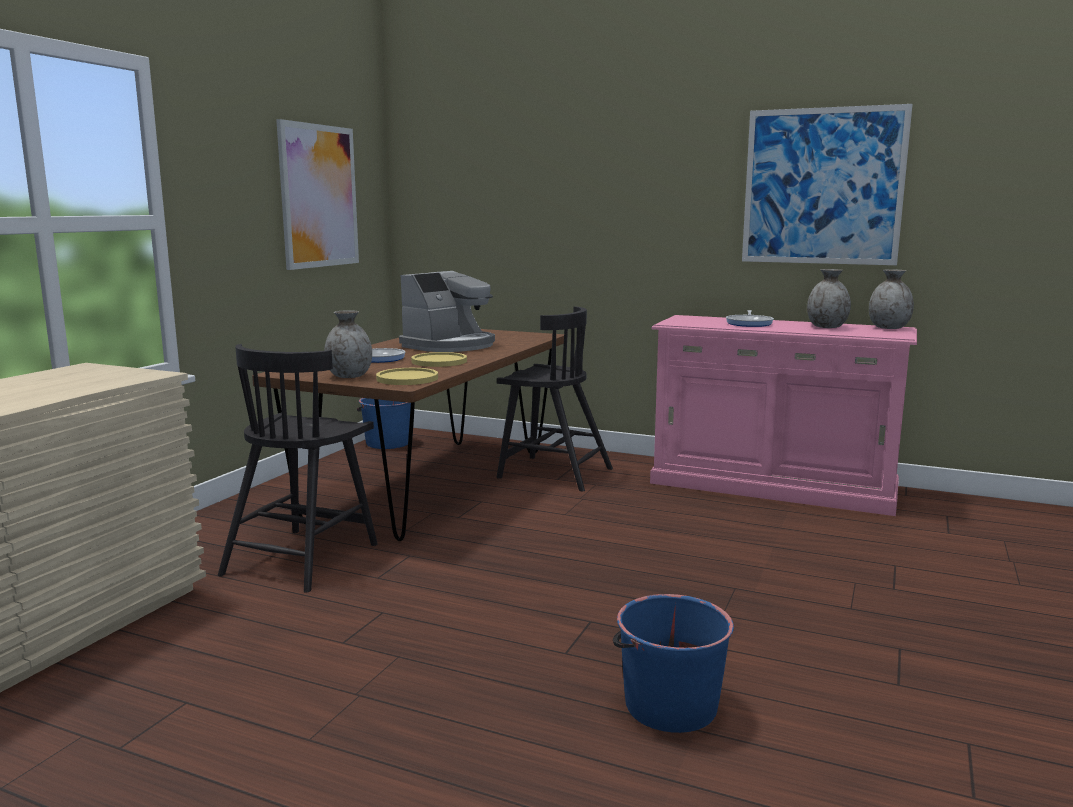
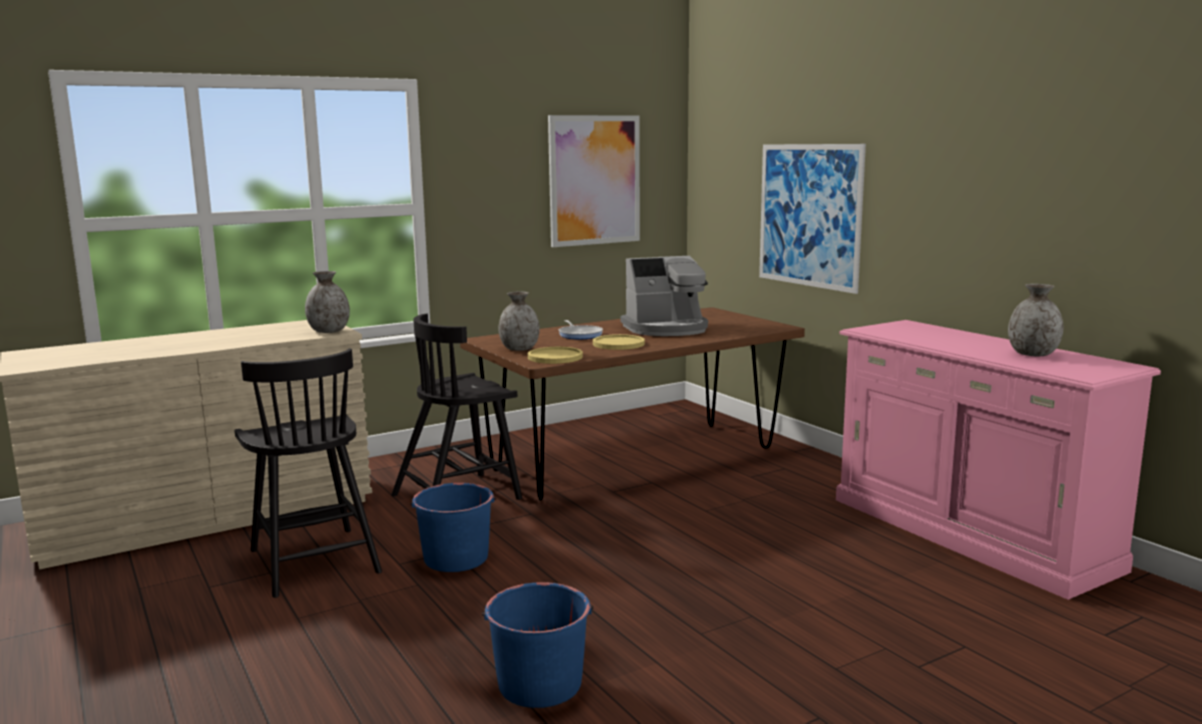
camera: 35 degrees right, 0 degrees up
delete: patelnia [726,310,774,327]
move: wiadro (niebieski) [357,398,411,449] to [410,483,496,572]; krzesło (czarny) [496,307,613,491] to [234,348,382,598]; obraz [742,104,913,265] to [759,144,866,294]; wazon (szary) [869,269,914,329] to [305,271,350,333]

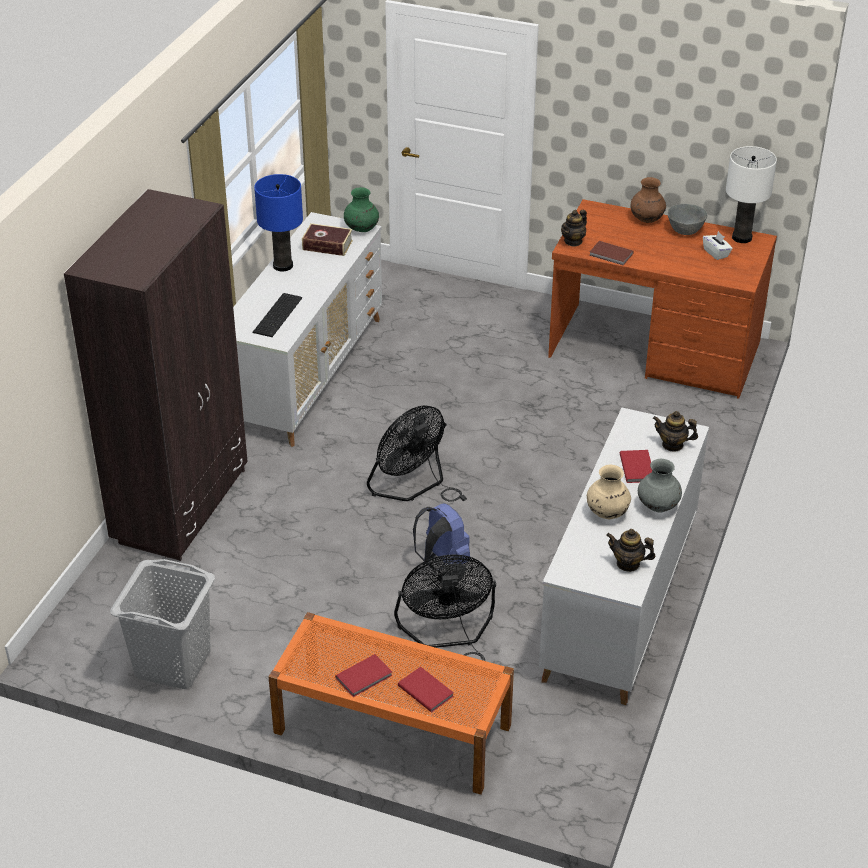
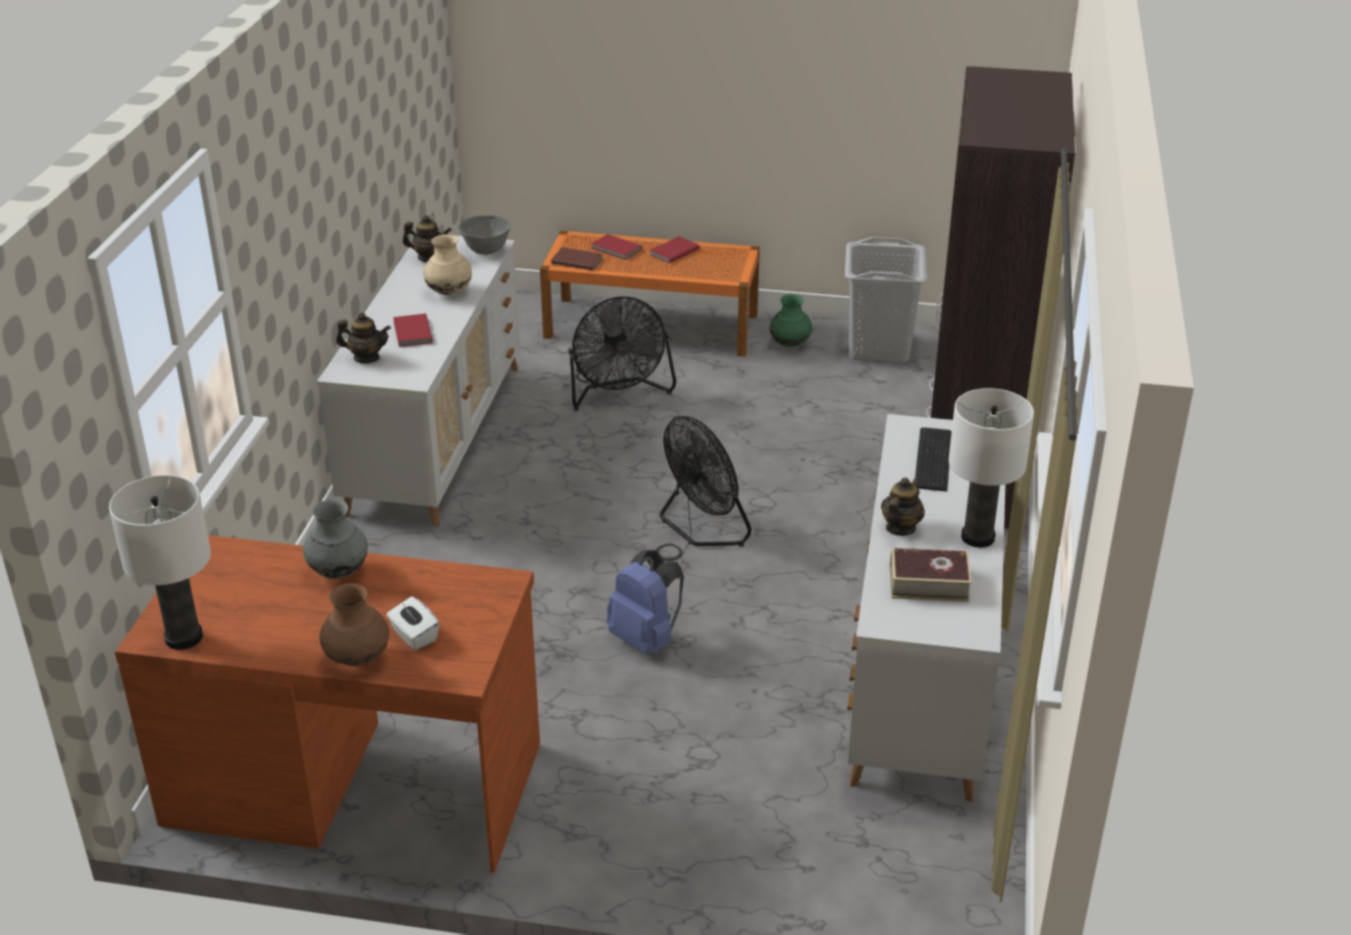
camera: 170 degrees right, 5 degrees down
move: wazon (zielony) [344,187,379,232] to [770,294,812,347]; plecak (niebieski) [413,503,470,571] to [607,550,684,655]; imbryk [561,210,587,247] to [881,476,925,536]; książka (brązowy) [589,241,634,266] to [551,247,603,270]; wazon (szary) [638,459,682,512] to [303,499,368,579]; miska (szary) [668,204,707,235] to [459,215,510,255]; pudełko chusteczek (biały) [703,231,733,260] to [387,597,439,650]
recolor: lampa stołowa (niebieski) [254,174,303,272] to lampa stołowa (biały) [949,388,1034,548]
rotate: wentylator (czarny) [367,406,467,502] = [656,416,751,563] 75 degrees counterclockwise

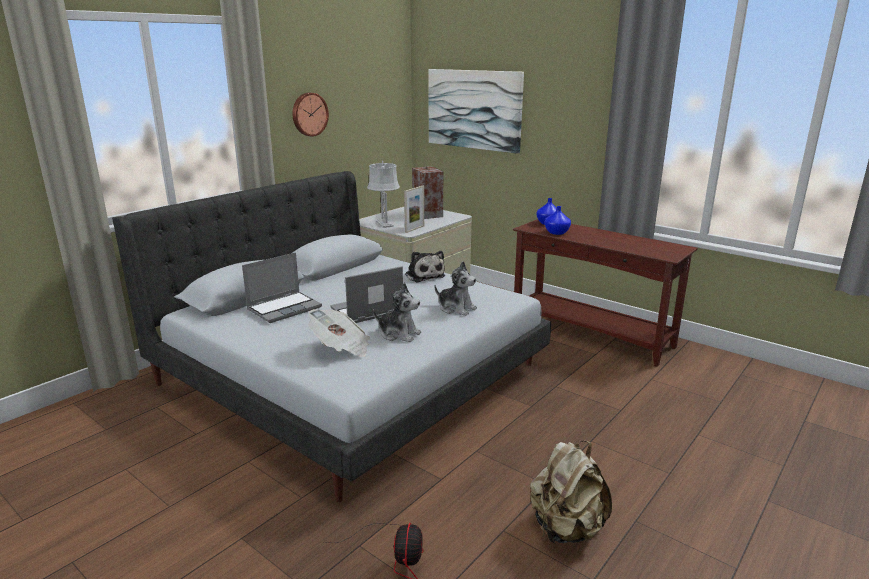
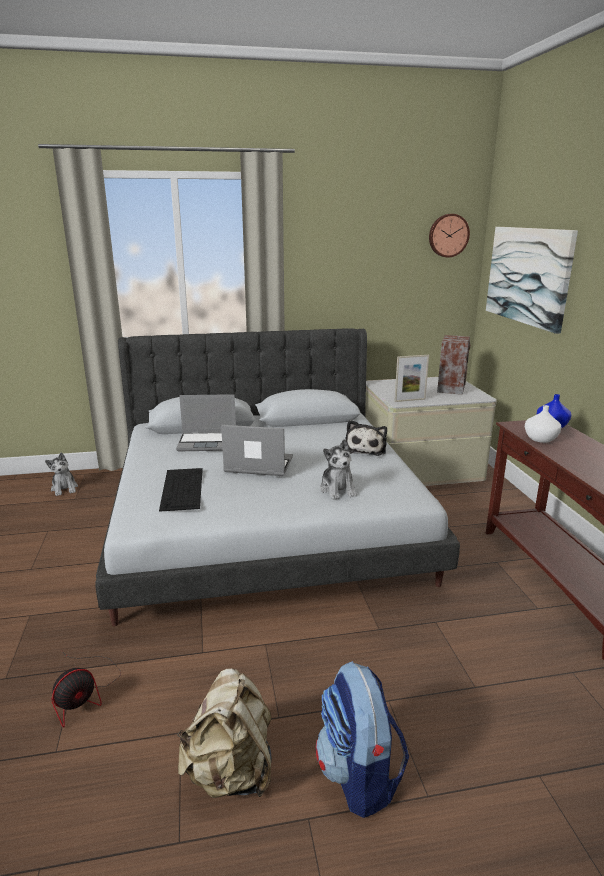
camera: 40 degrees right, 0 degrees up
delete: lampa stołowa (szary) [367,160,400,228]
insert: plecak [316,661,409,818]
move: zegar ścienny [293,93,329,137] to [429,214,470,257]; pluszak [373,283,421,342] to [45,452,78,496]
replace: gazeta [308,309,370,357] to klawiatura [159,468,203,512]
recolor: wazon (niebieski) [545,206,571,235] to wazon (biały) [525,405,561,443]

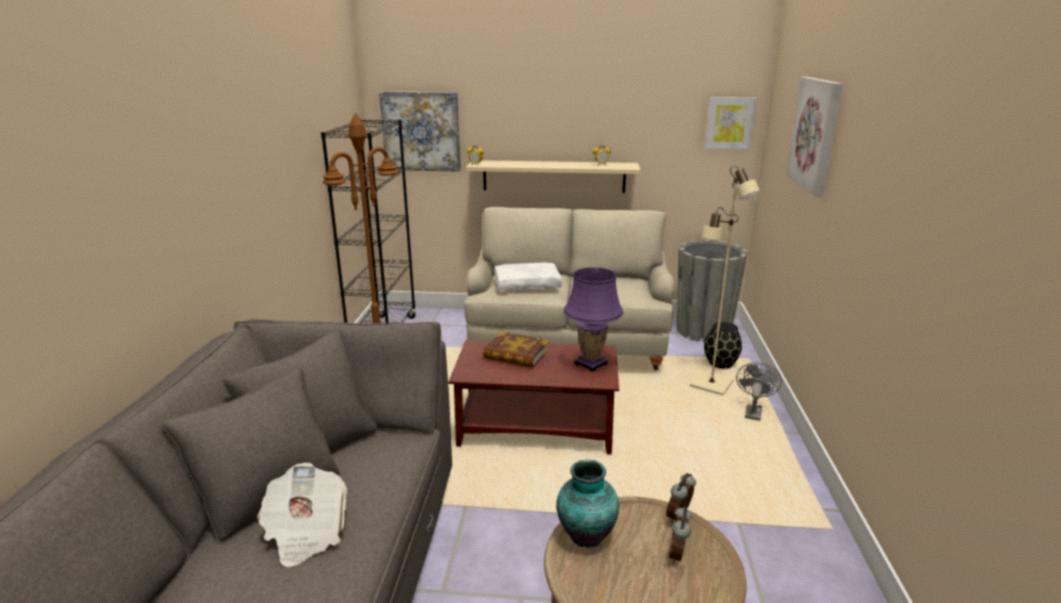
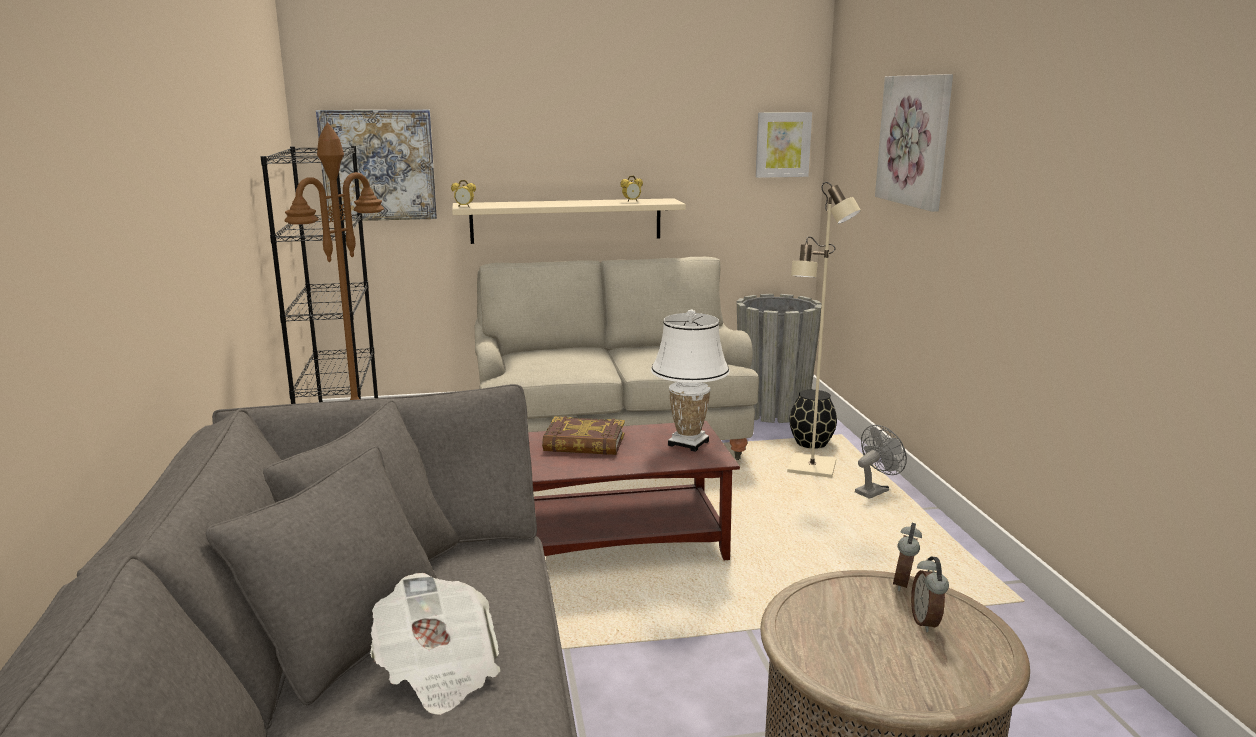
camera: 15 degrees left, 5 degrees down
delete: poduszka (biały) [494,262,562,291]; wazon [556,460,619,548]
recolor: lampa stołowa (fioletowy) [564,267,623,372] to lampa stołowa (biały) [651,310,730,452]
rotate: wentylator (szary) [736,362,782,421] = [855,425,907,499] 45 degrees clockwise

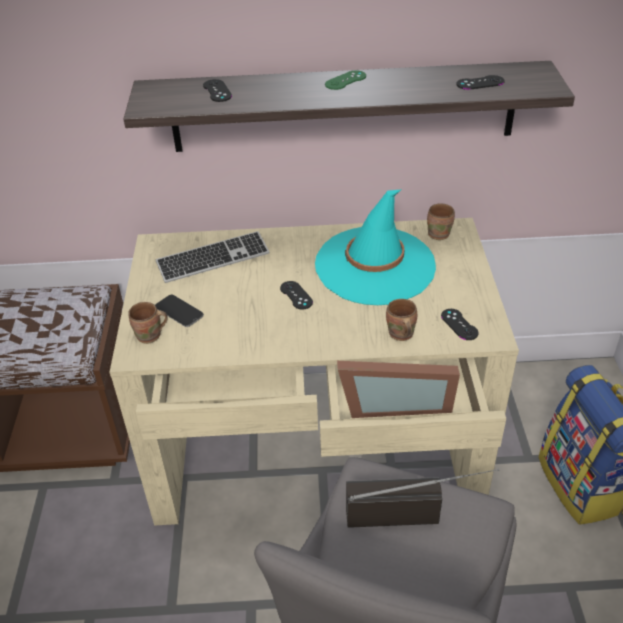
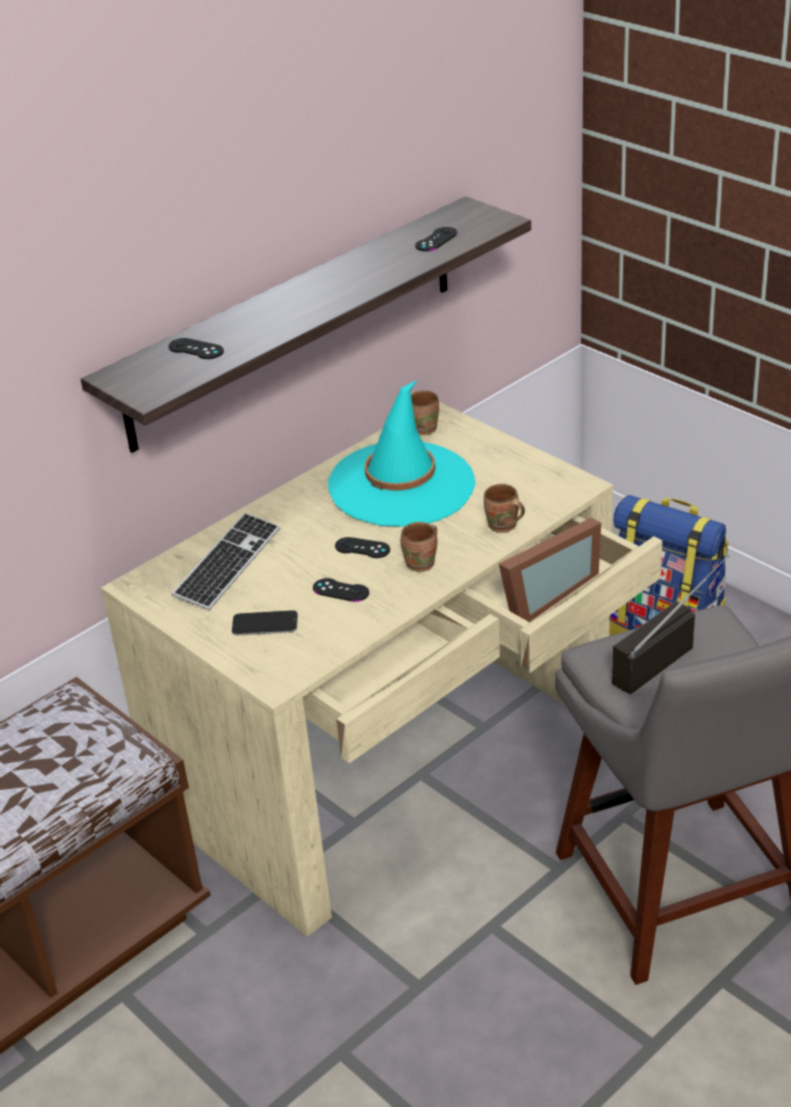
camera: 40 degrees left, 5 degrees down
delete: pad do gier (zielony) [325,70,366,90]
move: kubek (brązowy) [128,302,168,344] to [400,522,437,572]; pad do gier (czarny) [441,309,479,340] to [313,578,369,602]

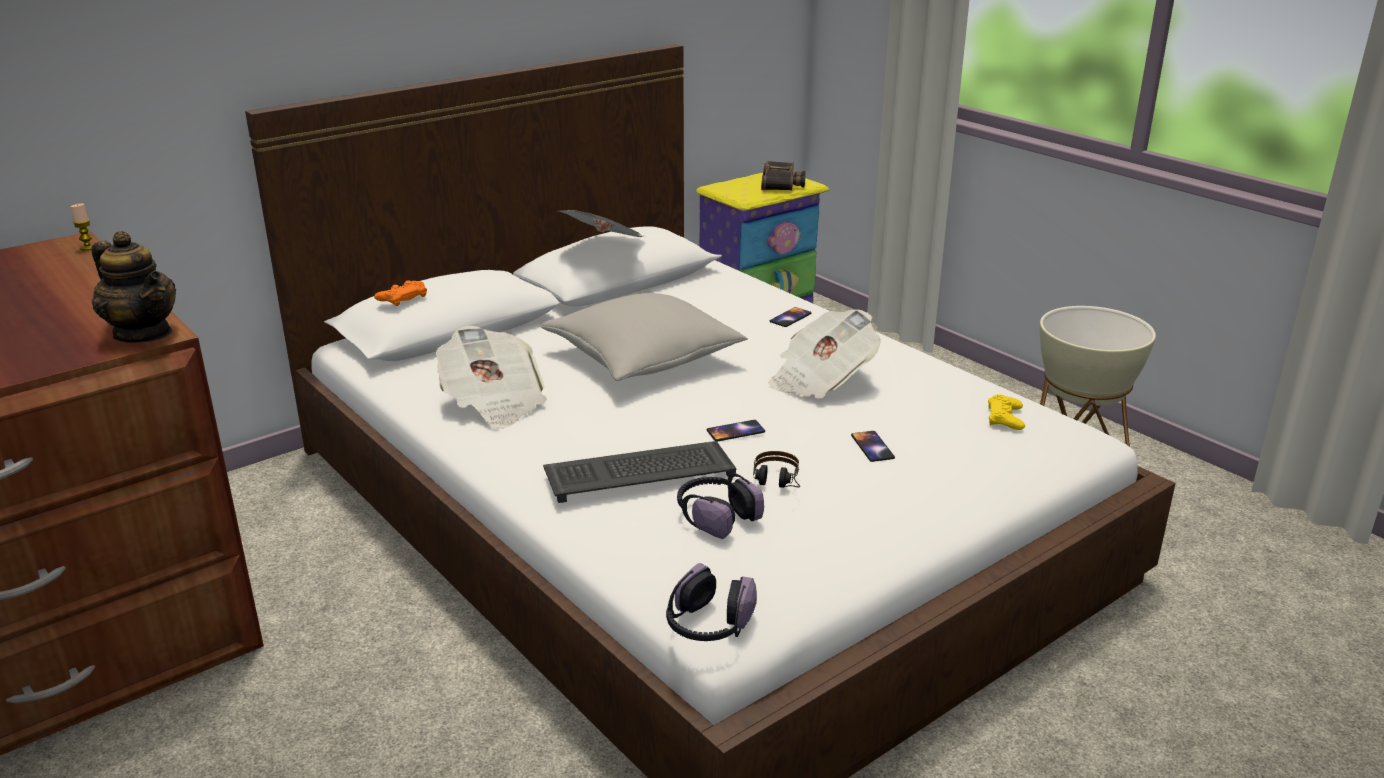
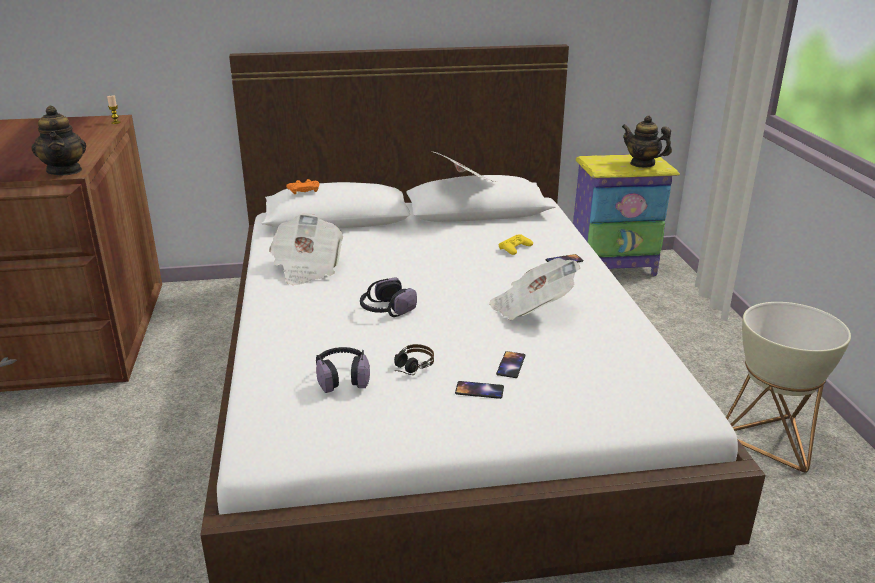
camera: 30 degrees right, 0 degrees up
delete: poduszka (szary) [540,293,748,381]; klawiatura [543,441,736,503]
move: słuchawki [666,563,757,641] to [360,277,417,317]; telefon [707,420,765,442] to [455,381,504,399]; pad do gier (żółty) [988,394,1025,430] to [499,234,533,255]
replace: lornetka [761,161,806,190] to imbryk [622,115,672,168]

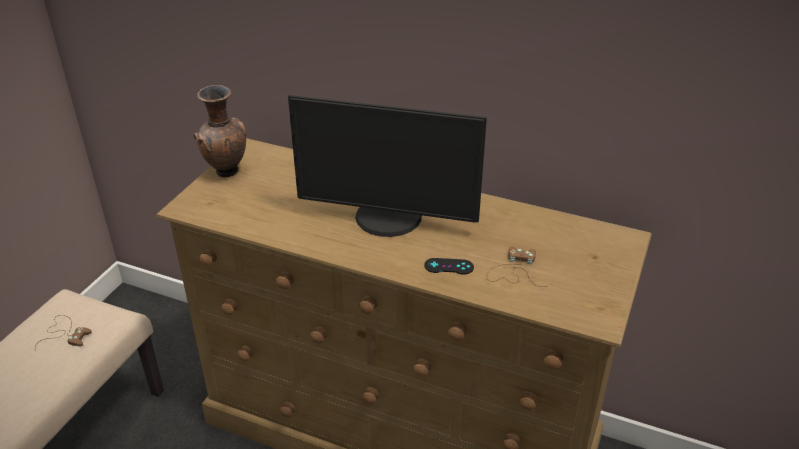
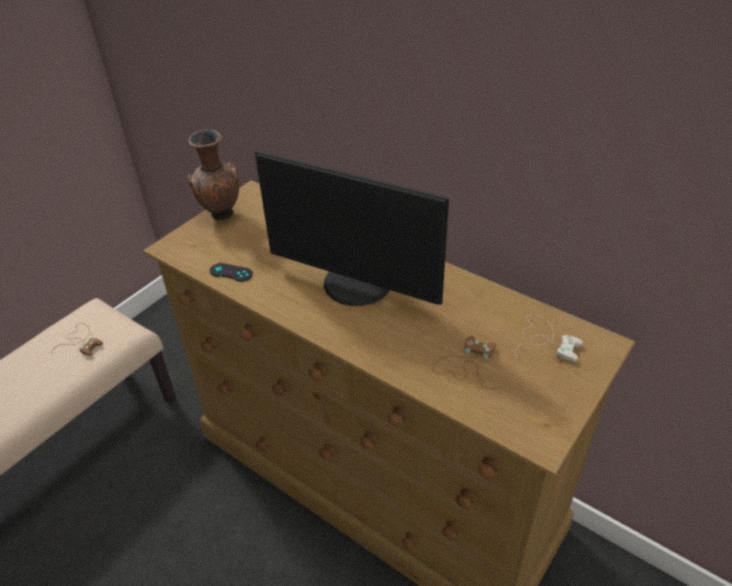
camera: 15 degrees right, 5 degrees up
insert: pad do gier (biały) [515,314,583,362]
move: pad do gier (czarny) [424,258,474,275] to [210,263,253,282]

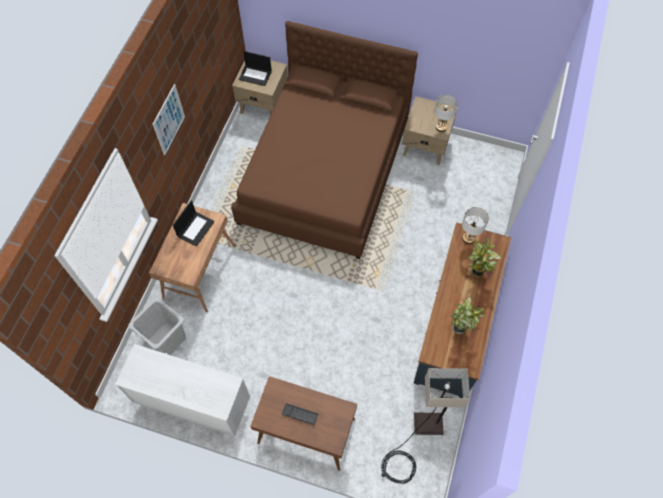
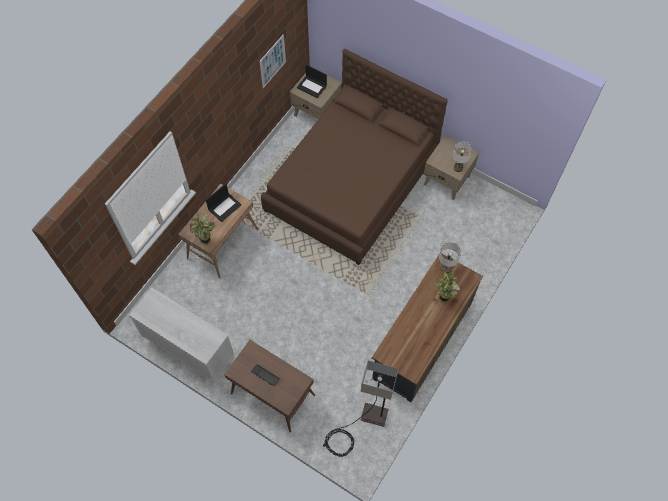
camera: 15 degrees right, 0 degrees up
delete: kosz na pranie (szary) [128,297,186,355]
move: obraz [153,84,185,155] to [259,34,286,88]; roślina doniczkowa [450,296,485,334] to [190,214,215,245]

